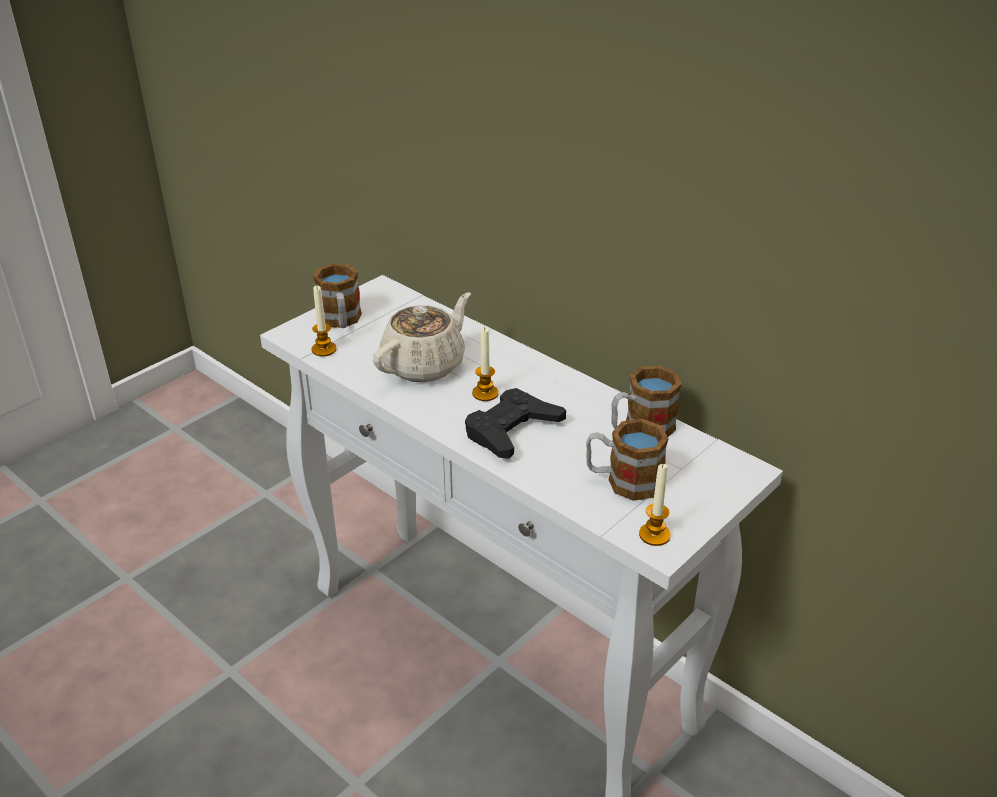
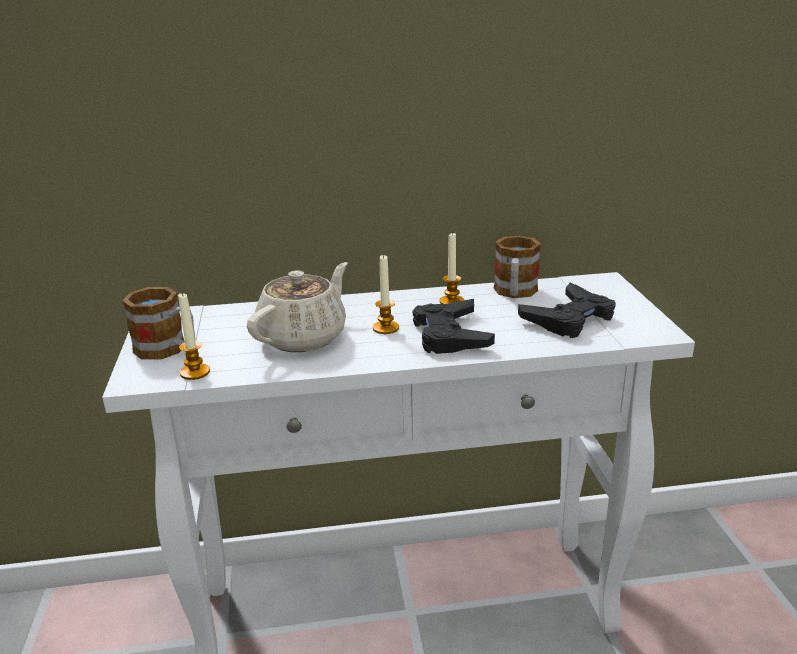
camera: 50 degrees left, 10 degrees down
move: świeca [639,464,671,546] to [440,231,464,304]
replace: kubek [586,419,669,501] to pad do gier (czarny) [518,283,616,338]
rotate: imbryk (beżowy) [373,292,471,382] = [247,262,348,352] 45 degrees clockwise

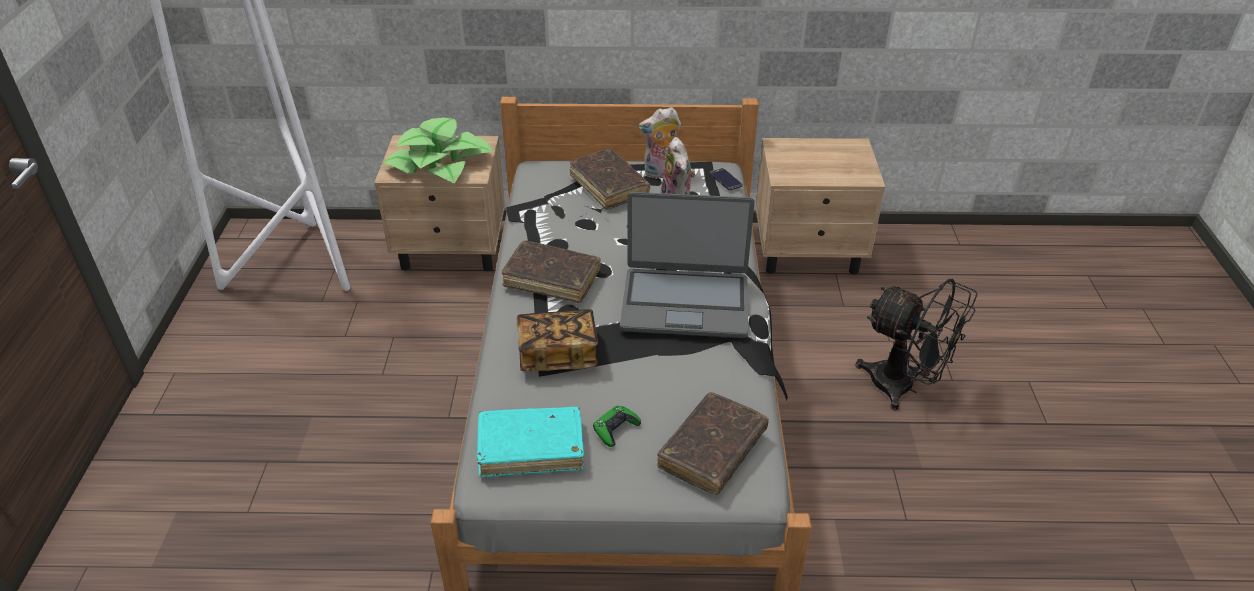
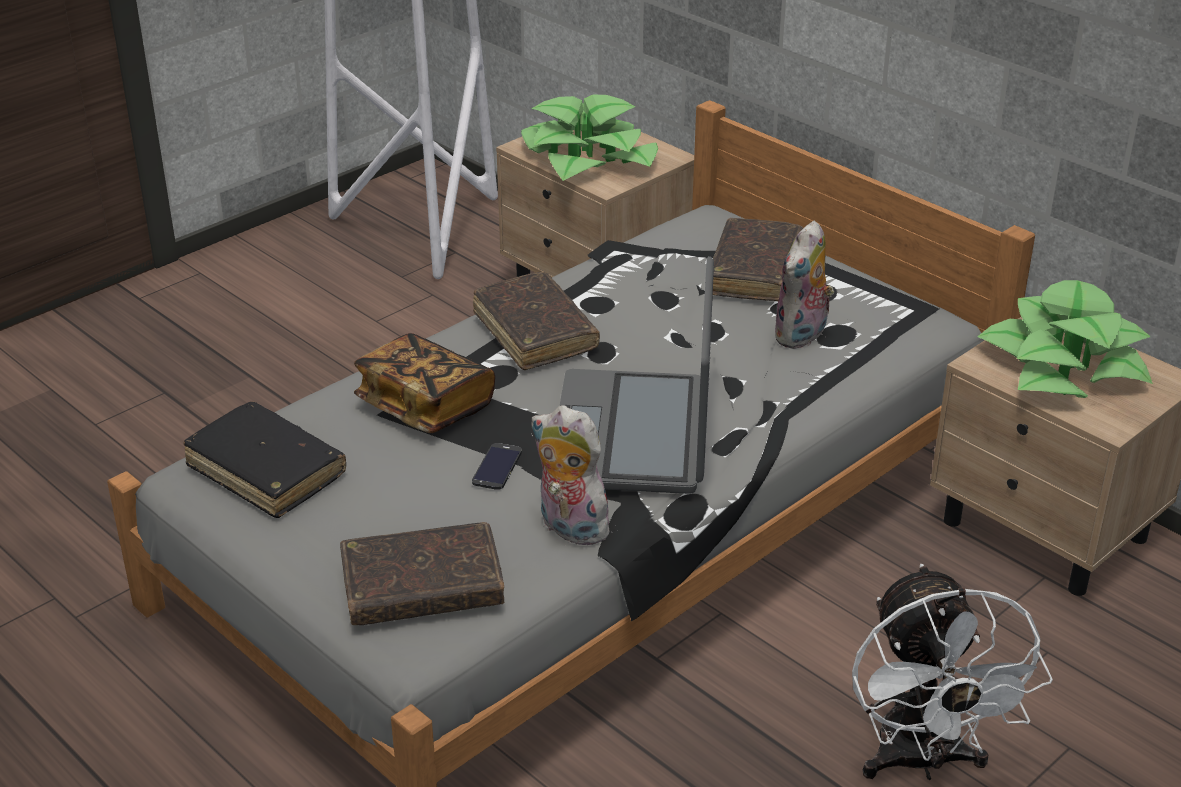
camera: 45 degrees right, 5 degrees down
delete: pad do gier (zielony) [593,406,641,447]
insert: roślina doniczkowa [977,280,1153,398]
move: pluszak [638,107,681,179] to [531,405,609,545]; telefon [710,168,742,190] to [472,443,522,490]
recolor: książka (turkusowy) [477,407,584,478] to książka (czarny) [183,402,346,518]; wentylator (czarny) [855,279,978,411] to wentylator (biały) [852,564,1053,780]
rotate: laptop [620,192,755,338] = [560,256,714,494] 45 degrees clockwise

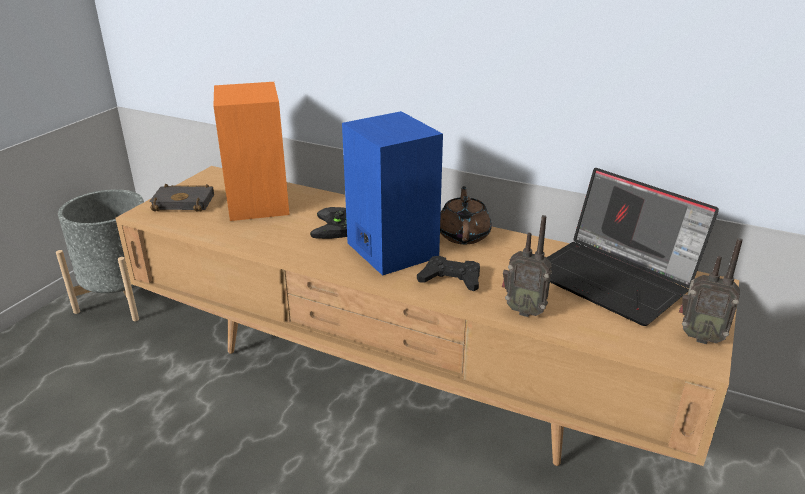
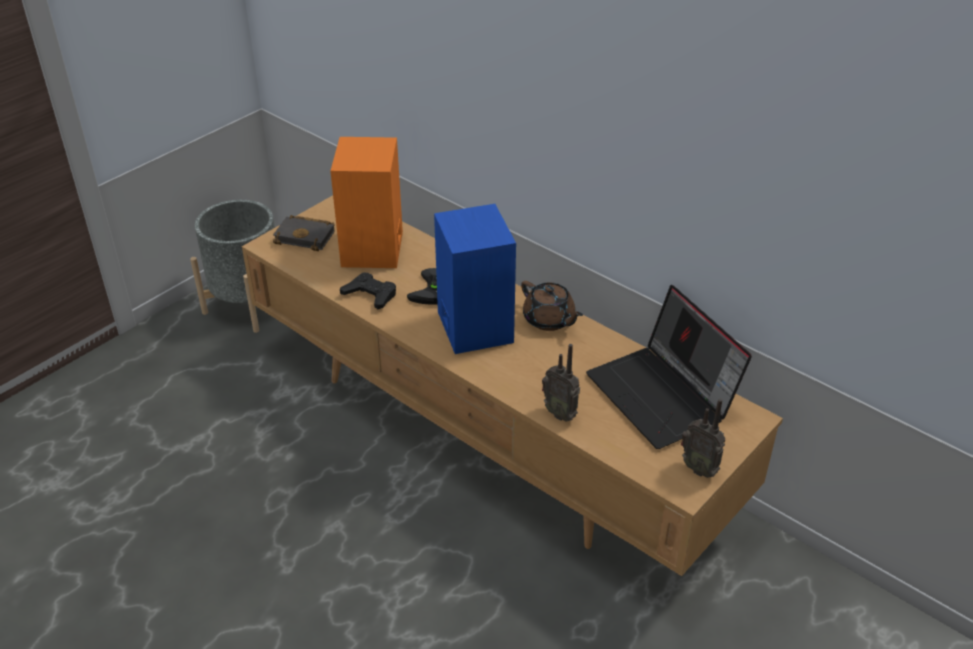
camera: 15 degrees right, 10 degrees up
move: pad do gier (czarny) [417,256,480,291] to [340,273,396,309]
rotate: imbryk (brązowy) [440,186,492,244] = [521,281,583,331] 120 degrees clockwise

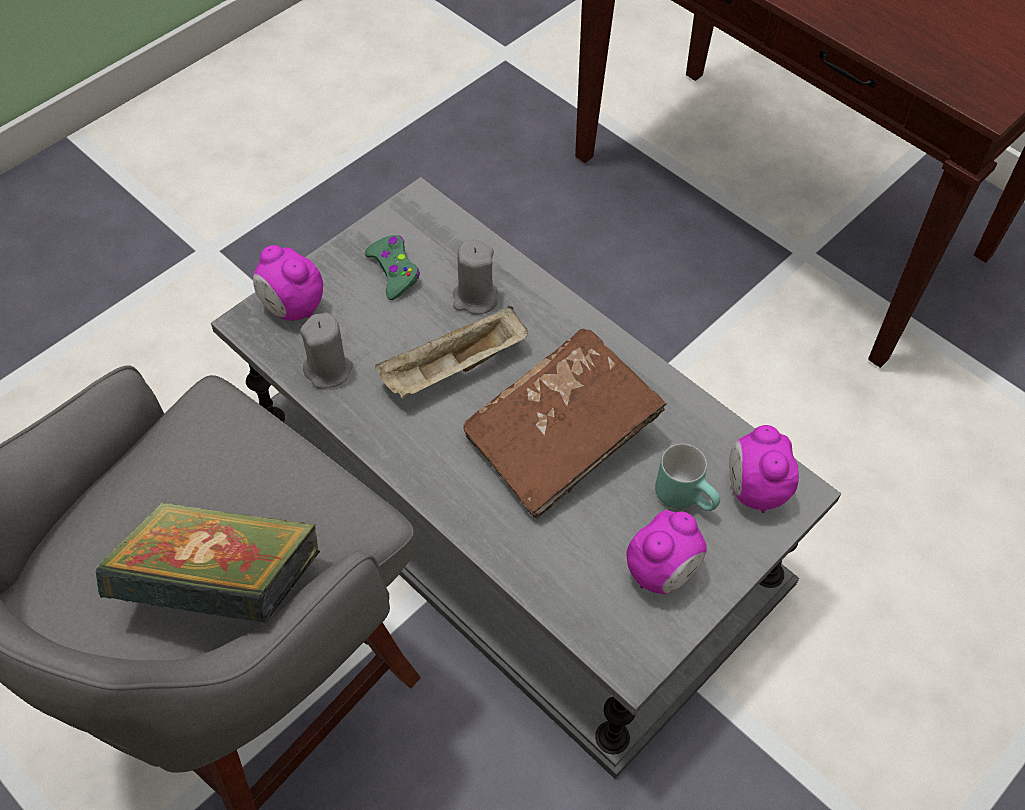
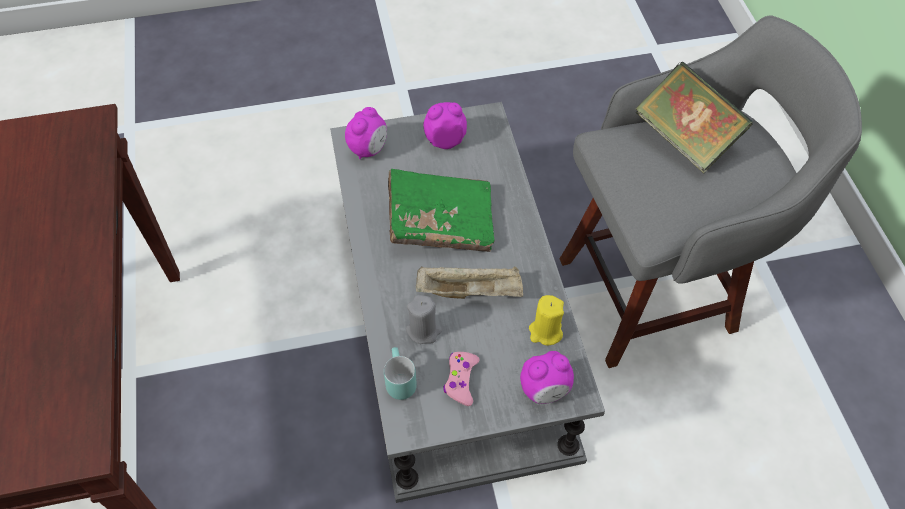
camera: 145 degrees left, 0 degrees up
move: kubek (turkusowy) [655,444,720,511] to [384,347,417,400]
recolor: świeca (szary) [300,312,353,389] to świeca (żółty) [529,295,564,345]; pad do gier (zielony) [365,235,420,300] to pad do gier (różowy) [443,352,479,406]; książka (brązowy) [463,329,667,519] to książka (zielony) [388,169,495,252]
rotate: budzik [253,245,323,321] = [520,351,574,404] 90 degrees clockwise

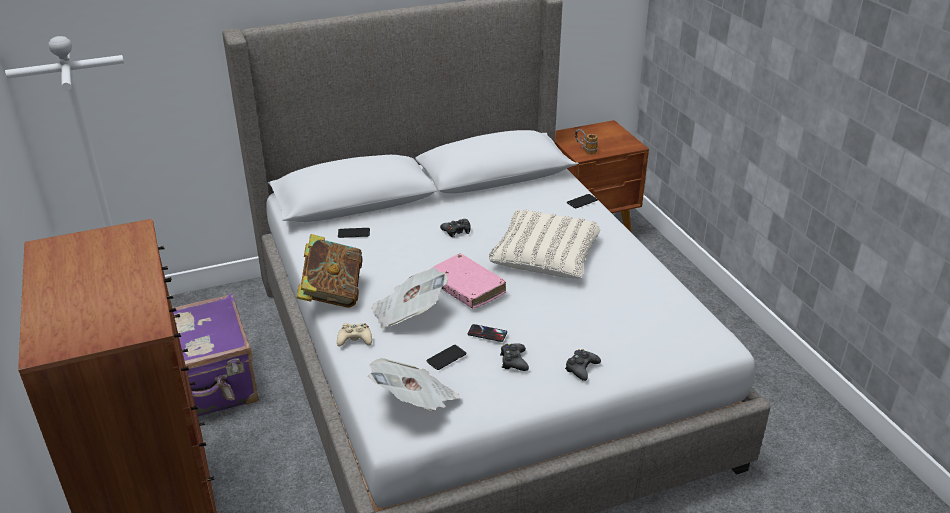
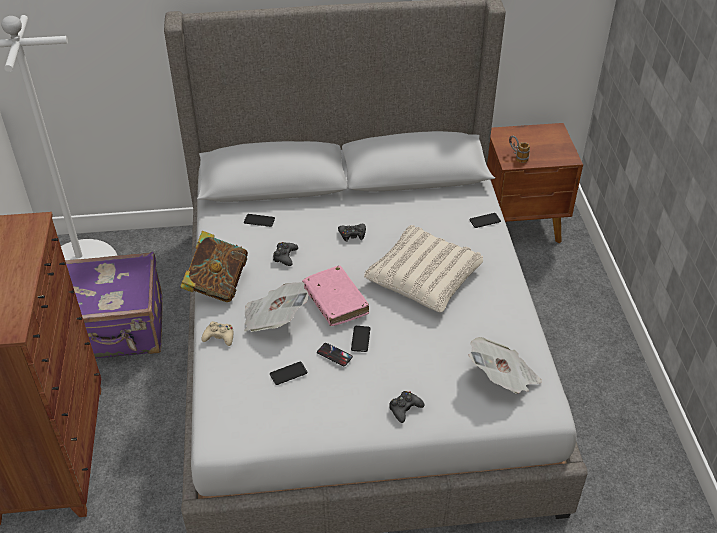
camera: 15 degrees right, 10 degrees up
insert: telefon [351,326,370,352]
move: gazeta [368,358,460,411] to [468,337,542,394]; pad do gier (czarny) [500,343,529,371] to [273,242,298,266]

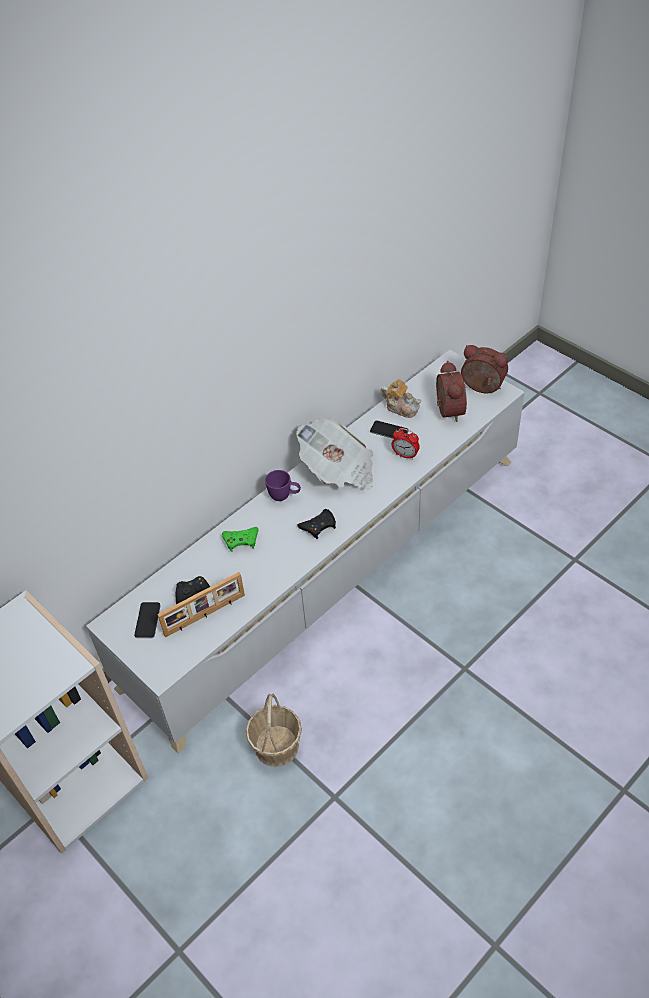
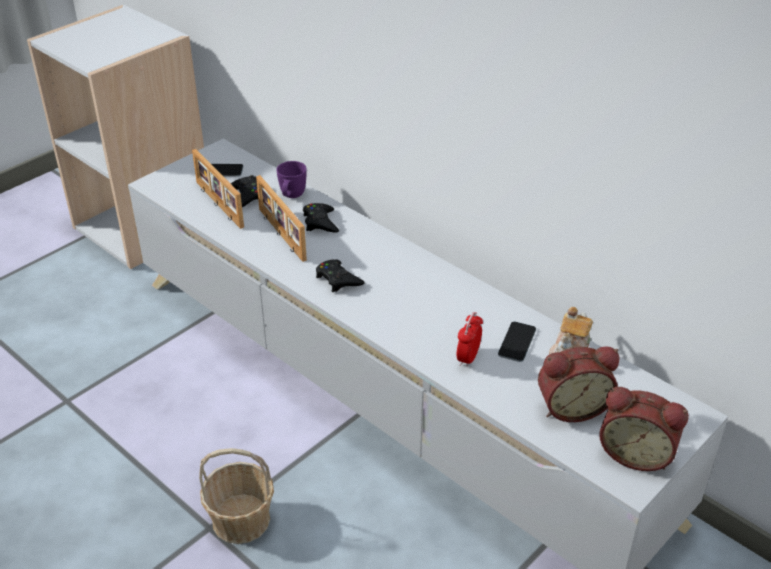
camera: 85 degrees right, 10 degrees down
delete: gazeta [296,418,373,489]
insert: ramka na zdjęcie [256,175,307,262]
move: koszyk [246,694,302,767] to [199,448,274,544]; kubek (fioletowy) [265,470,301,501] to [277,161,307,198]
recolor: pad do gier (zielony) [222,527,258,552] to pad do gier (czarny) [303,203,339,233]
rotate: budzik [461,345,508,393] = [599,387,689,471] 90 degrees clockwise

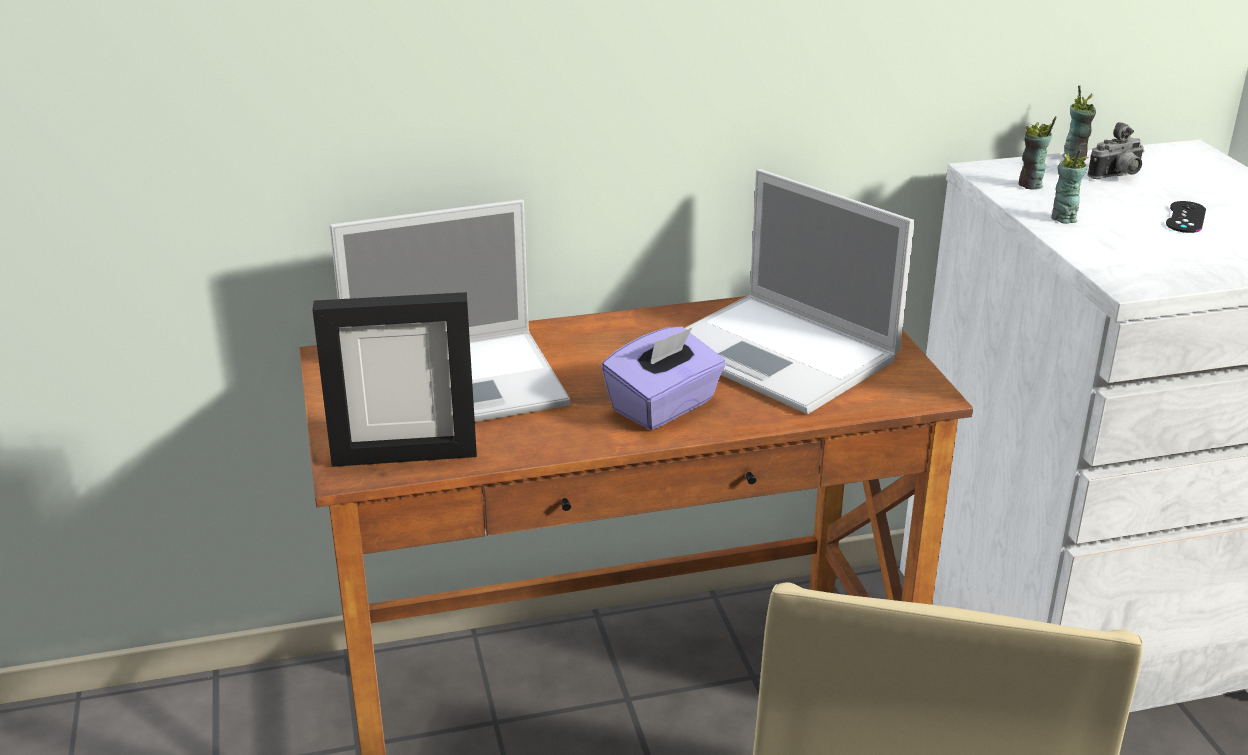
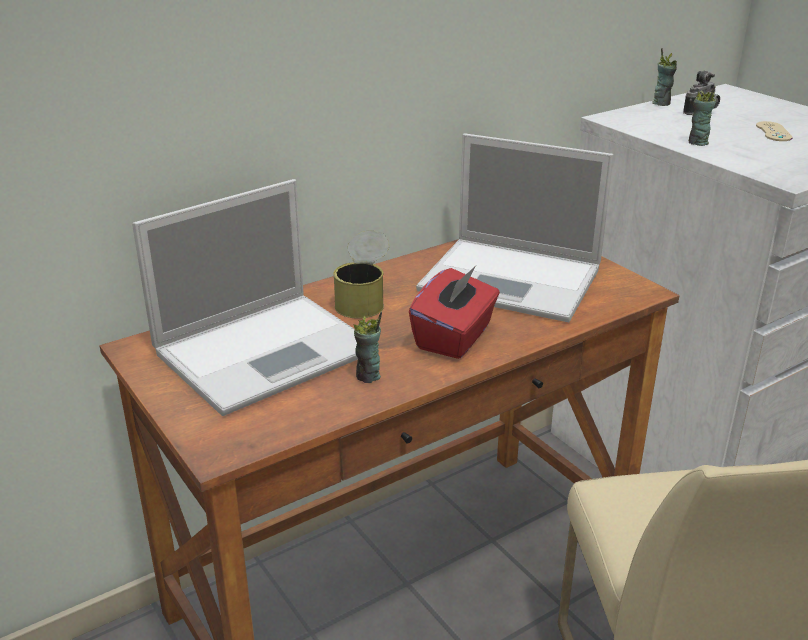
camera: 20 degrees left, 0 degrees up
delete: ramka na zdjęcie [312,292,477,467]
insert: puszka [333,230,389,319]
move: filiżanka [1018,116,1056,190] to [353,312,382,383]
recolor: pudełko chusteczek (fioletowy) [601,326,726,430] to pudełko chusteczek (czerwony) [409,266,500,359]; pad do gier (czarny) [1166,201,1206,233] to pad do gier (beżowy) [756,121,793,141]

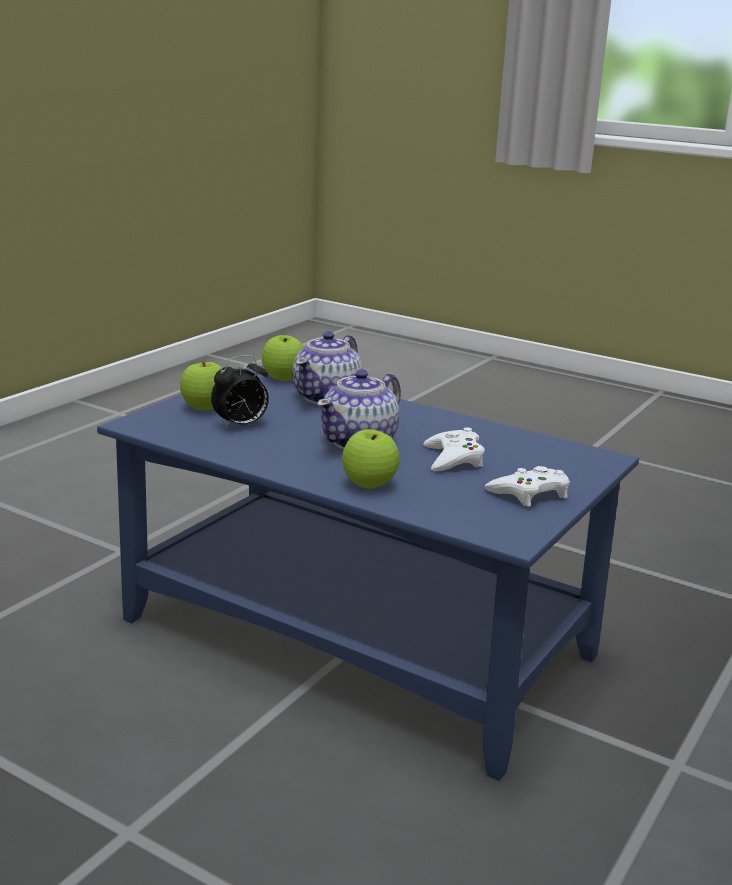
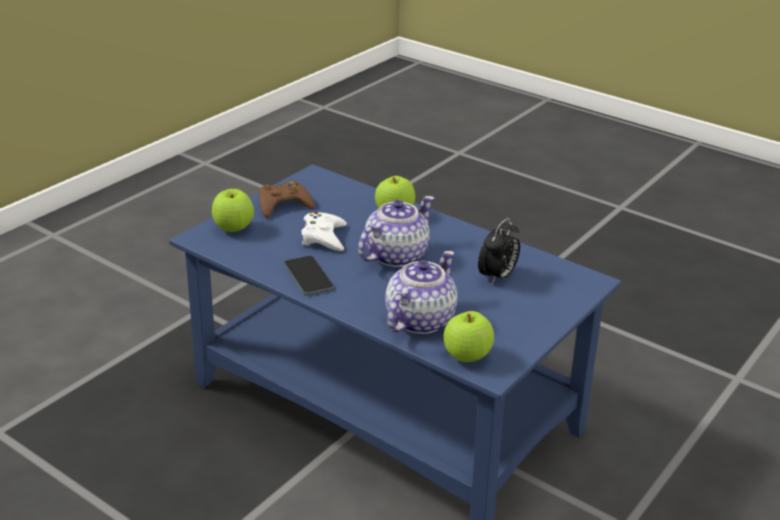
camera: 175 degrees left, 10 degrees up
insert: telefon [284,256,334,295]
move: jabłko [180,361,222,411] to [212,189,254,232]
recolor: pad do gier (biały) [485,466,570,507] to pad do gier (brązowy) [259,181,315,218]
rotate: budzik [211,355,269,430] = [478,218,520,284] 150 degrees clockwise

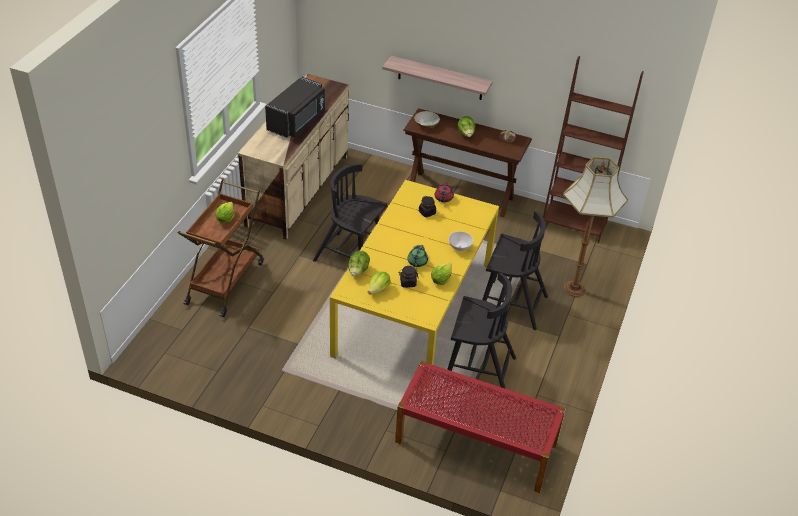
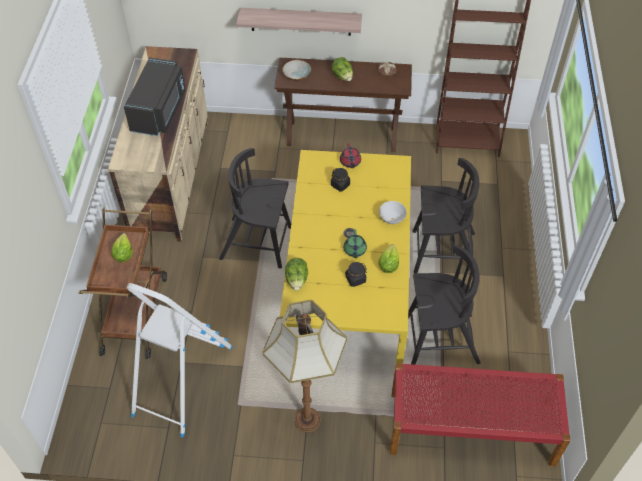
camera: 15 degrees left, 10 degrees up
delete: sałata [368,272,391,295]
insert: drabinka (biały) [126,283,233,438]
move: lampa stojąca [563,157,628,297] to [262,300,347,433]

